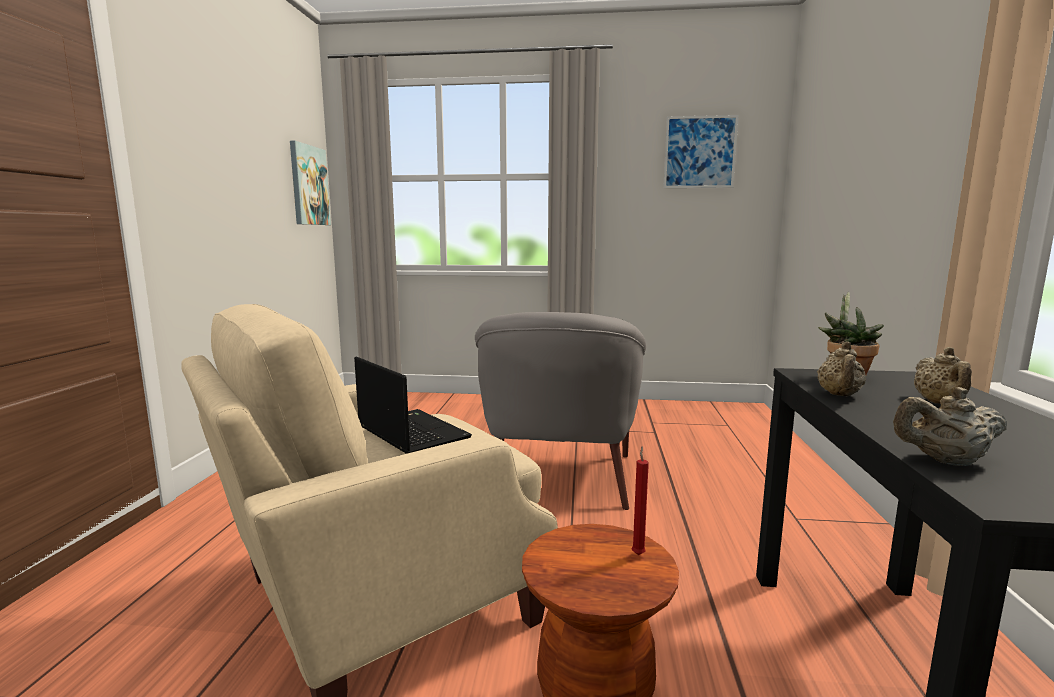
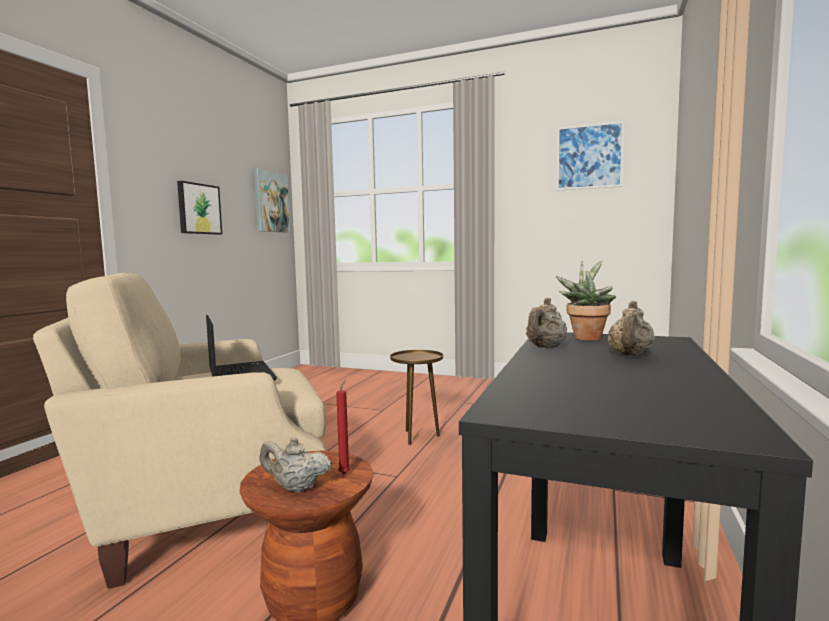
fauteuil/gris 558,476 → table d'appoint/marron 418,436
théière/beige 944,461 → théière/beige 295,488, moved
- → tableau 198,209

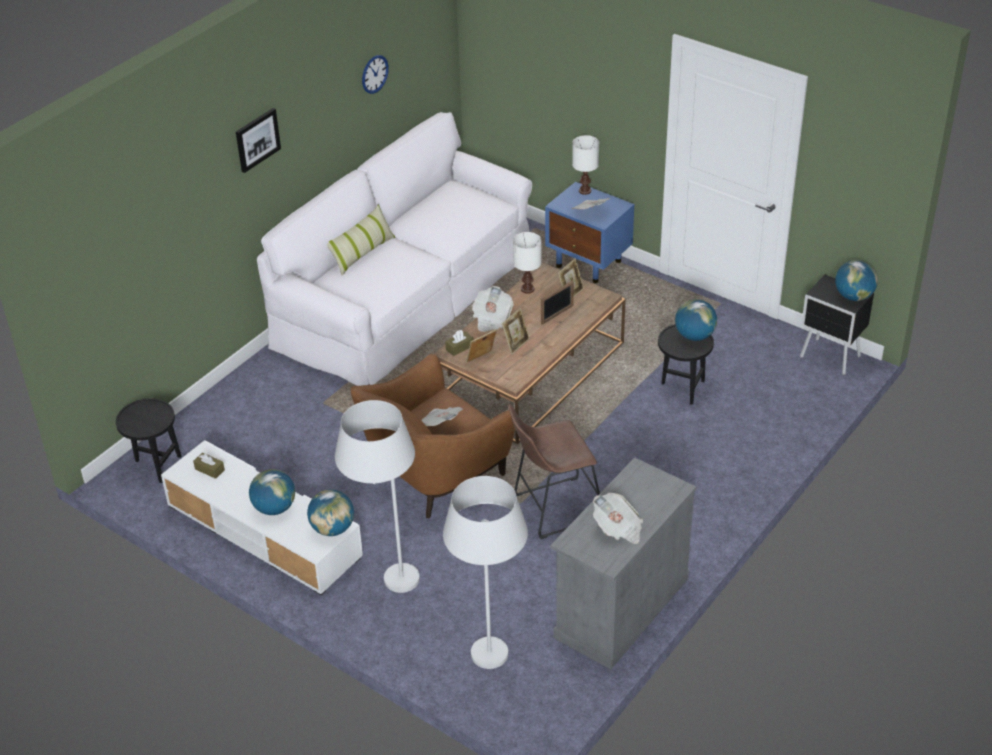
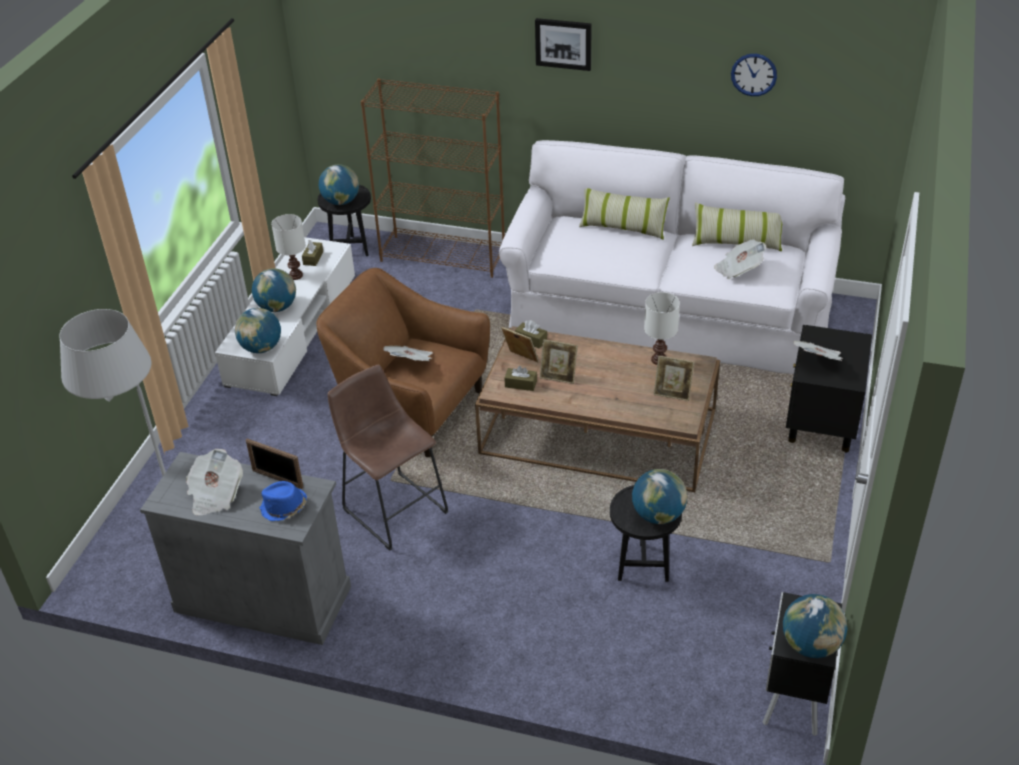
lampe de table/blanc 585,191 → lampe de table/blanc 296,276, moved
table de chevet/bleu 589,264 → table de chevet/noir 821,428
cadre photo 557,315 → cadre photo 277,479, moved
journal 491,319 → journal 738,269, moved
lampadaire/blanc 389,591 → -
- → bibliothèque/marron 443,256
- → globe 341,201
- → coussin 736,243
- → boîte à mouchoirs/marron 520,384
- → chapeau/bleu 284,507

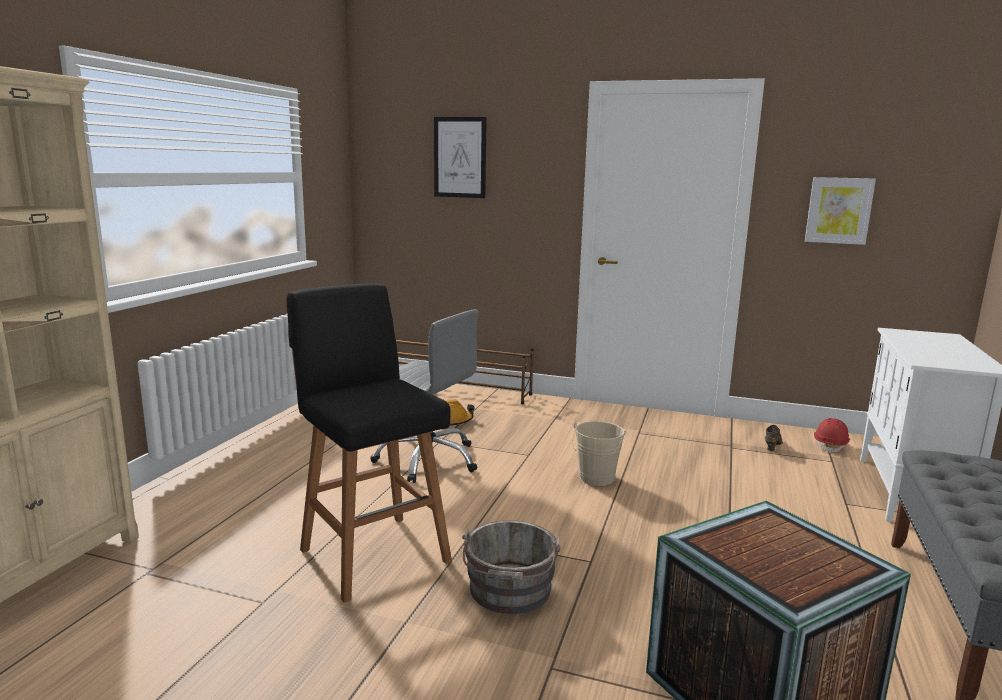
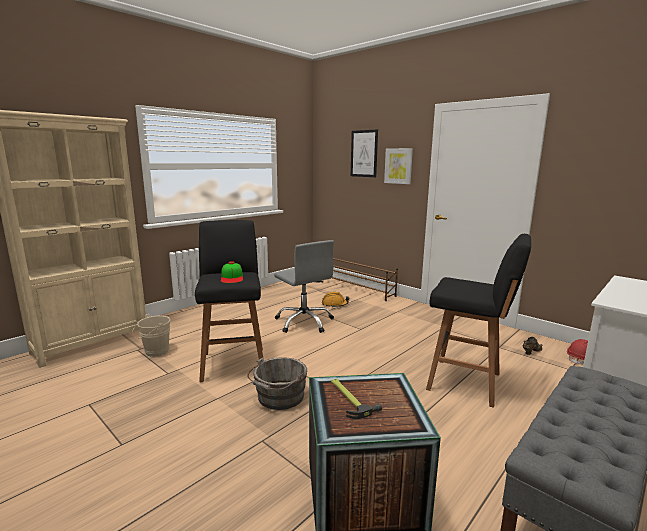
tableau 838,210 → tableau 398,166, moved
seau/beige 595,479 → seau/beige 154,352, moved
- → tabouret/noir 467,382
- → casquette 232,277
- → marteau 349,399

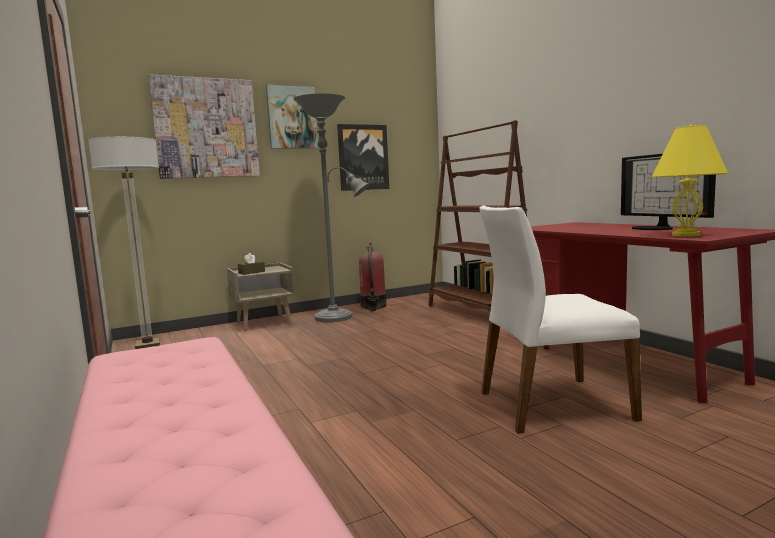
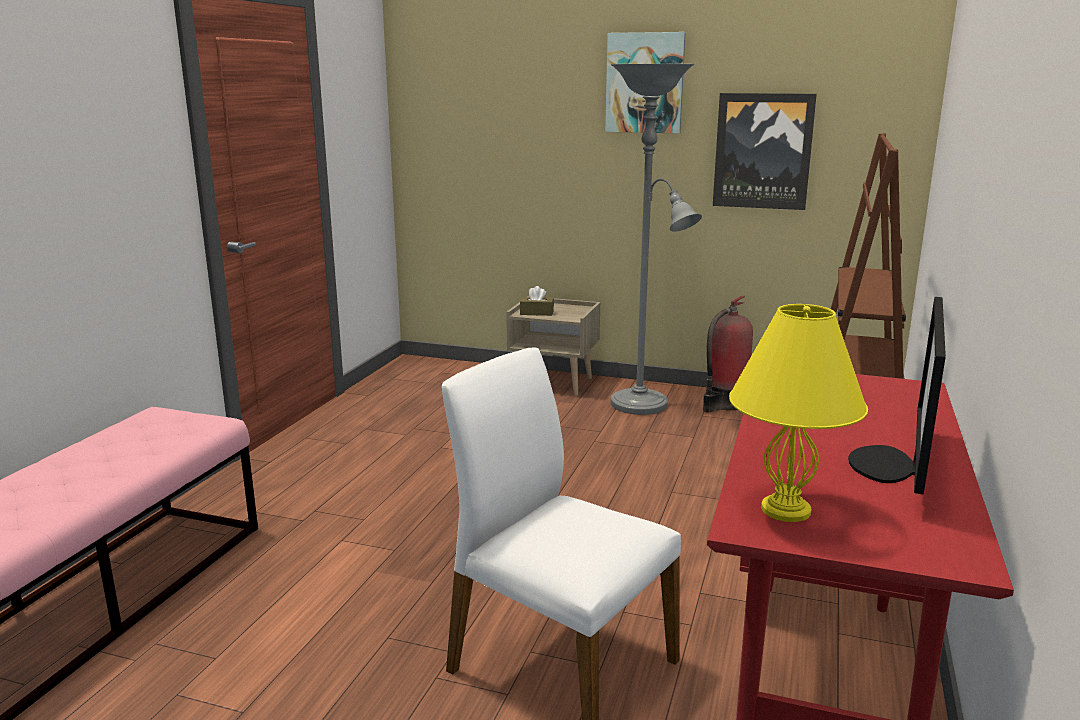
tableau 206,128 → -
lampadaire 147,344 → -

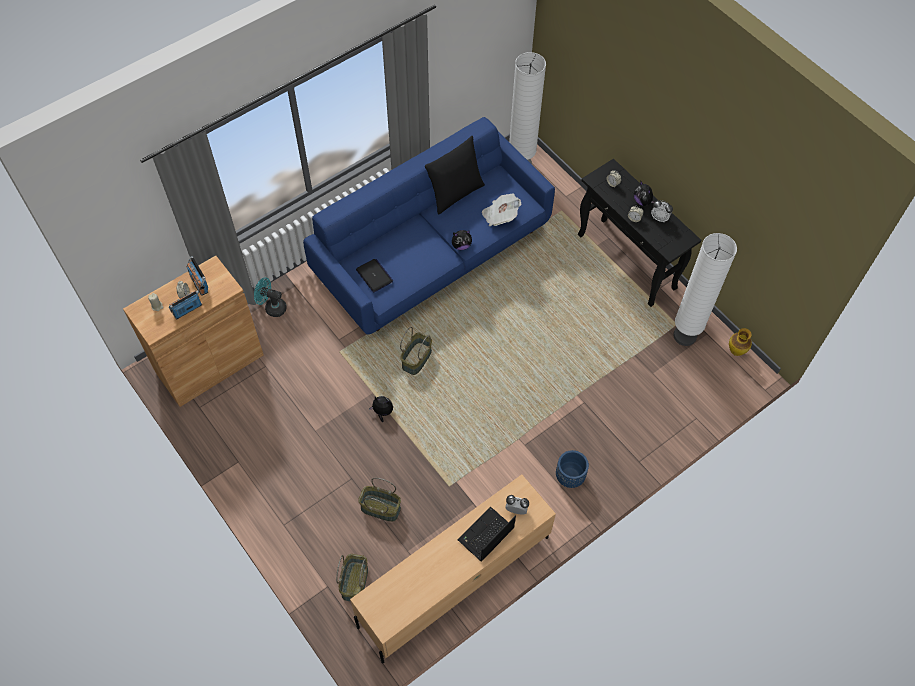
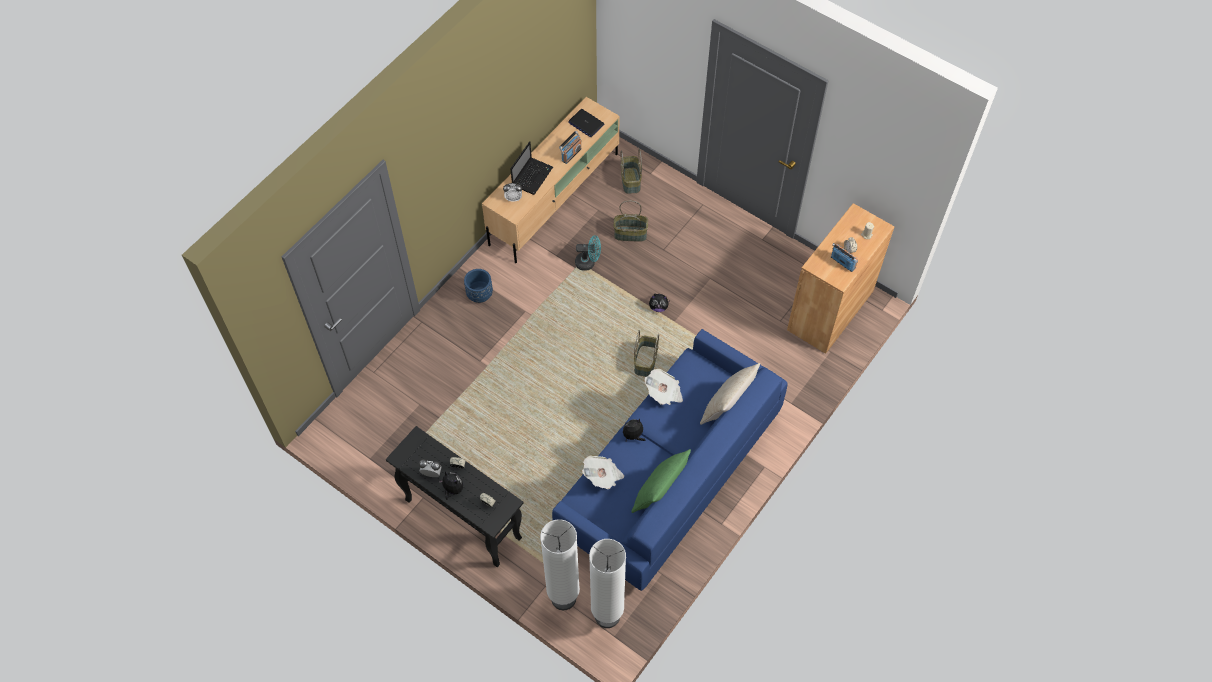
coussin/noir 455,193 → coussin/vert 659,493
lampadaire/blanc 685,336 → lampadaire/blanc 563,598, moved
ordinateur portable 374,276 → ordinateur portable 586,123, moved
ventilateur/turquoise 272,307 → ventilateur/turquoise 588,262, moved
radio 187,310 → radio 571,154, moved
vase 736,351 → -
- → coussin/beige 727,407
- → journal 664,393

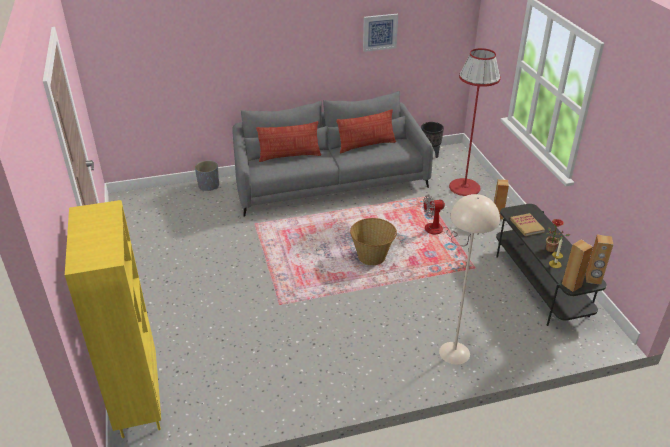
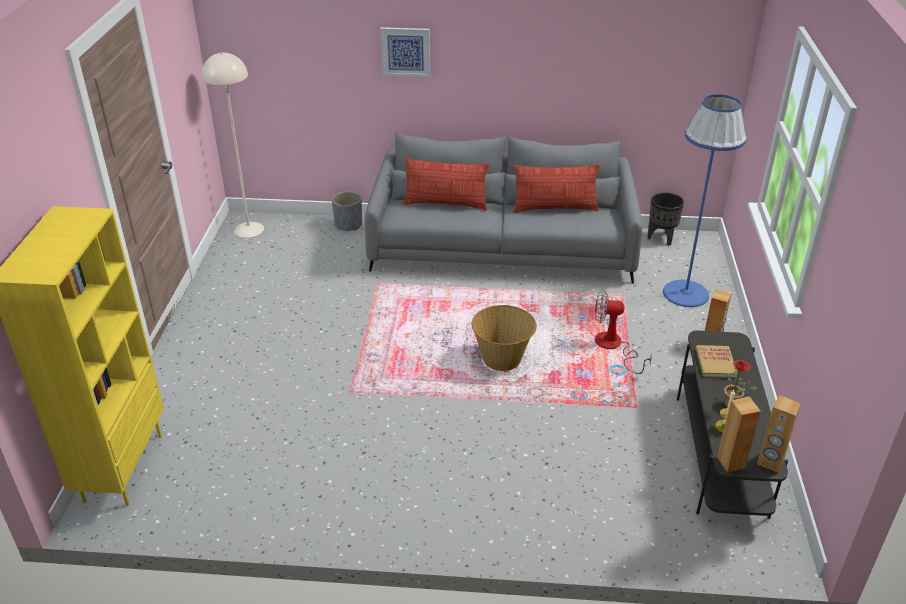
tableau 380,32 → tableau 405,51, moved
lampadaire/rouge 464,187 → lampadaire/bleu 686,293
lampadaire/beige 454,353 → lampadaire/beige 248,229, moved

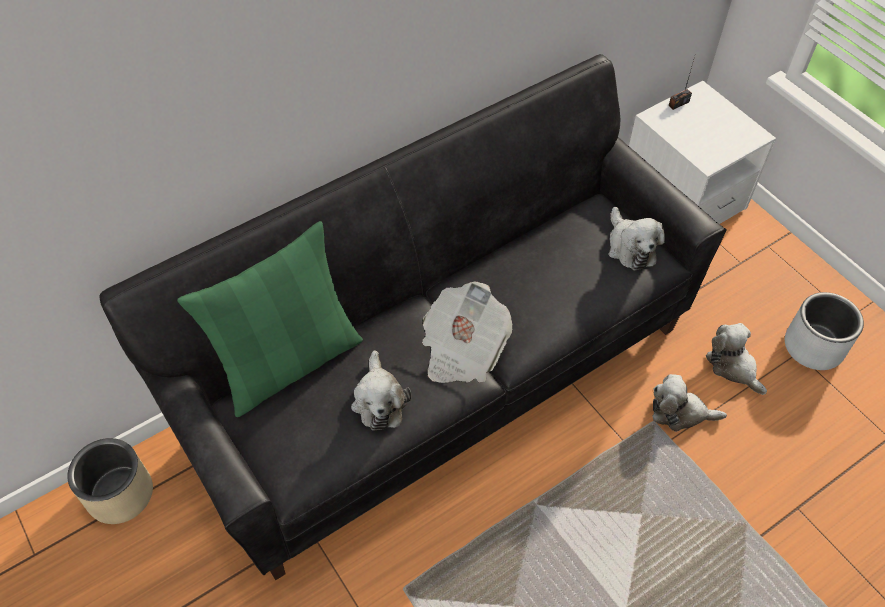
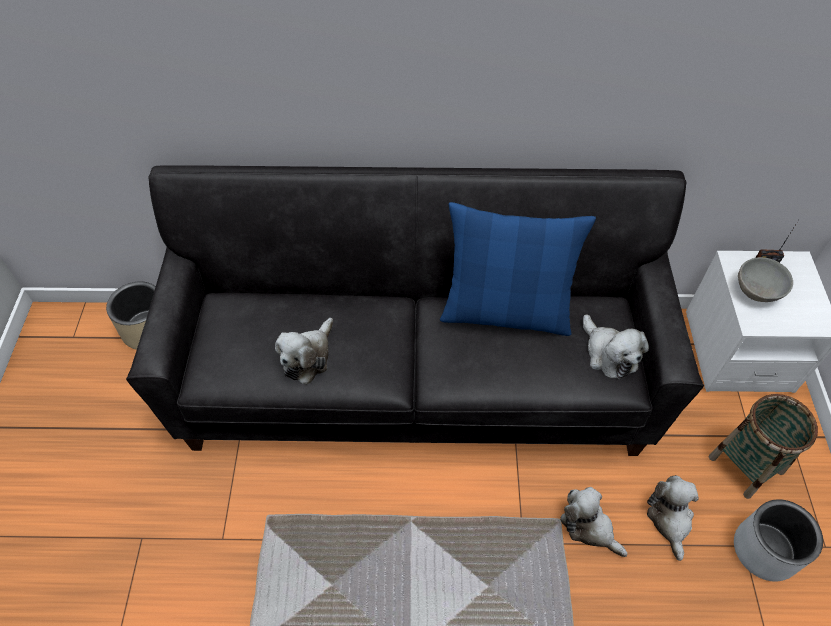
peluche 630,247 → peluche 608,354, 45 degrees counterclockwise
coussin/vert 289,362 → -
journal 462,349 → -
- → coussin/bleu 506,312
- → bol/gris 757,292
- → panier 746,464

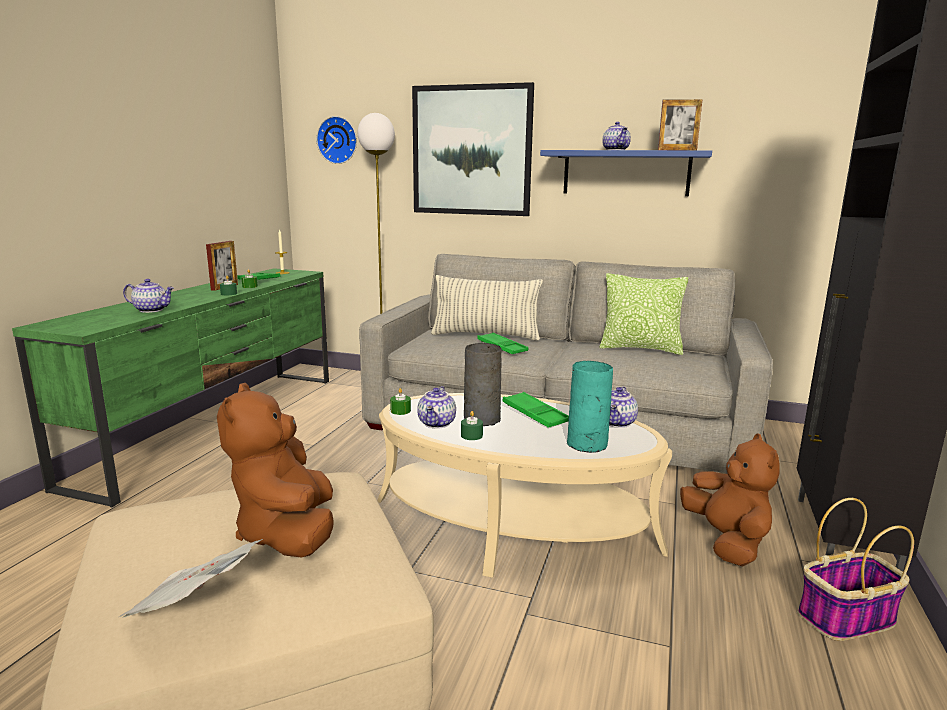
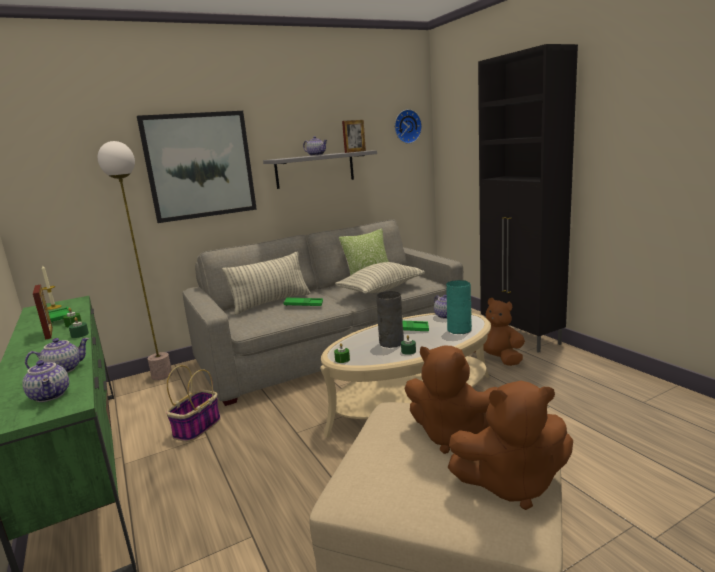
horloge murale 338,140 → horloge murale 406,126, moved
étagère/bleu 626,173 → étagère/gris 315,169
théière 437,424 → théière 51,395, moved
panier 845,619 → panier 197,428, moved
journal 196,608 → peluche/marron 511,483
- → coussin 381,289

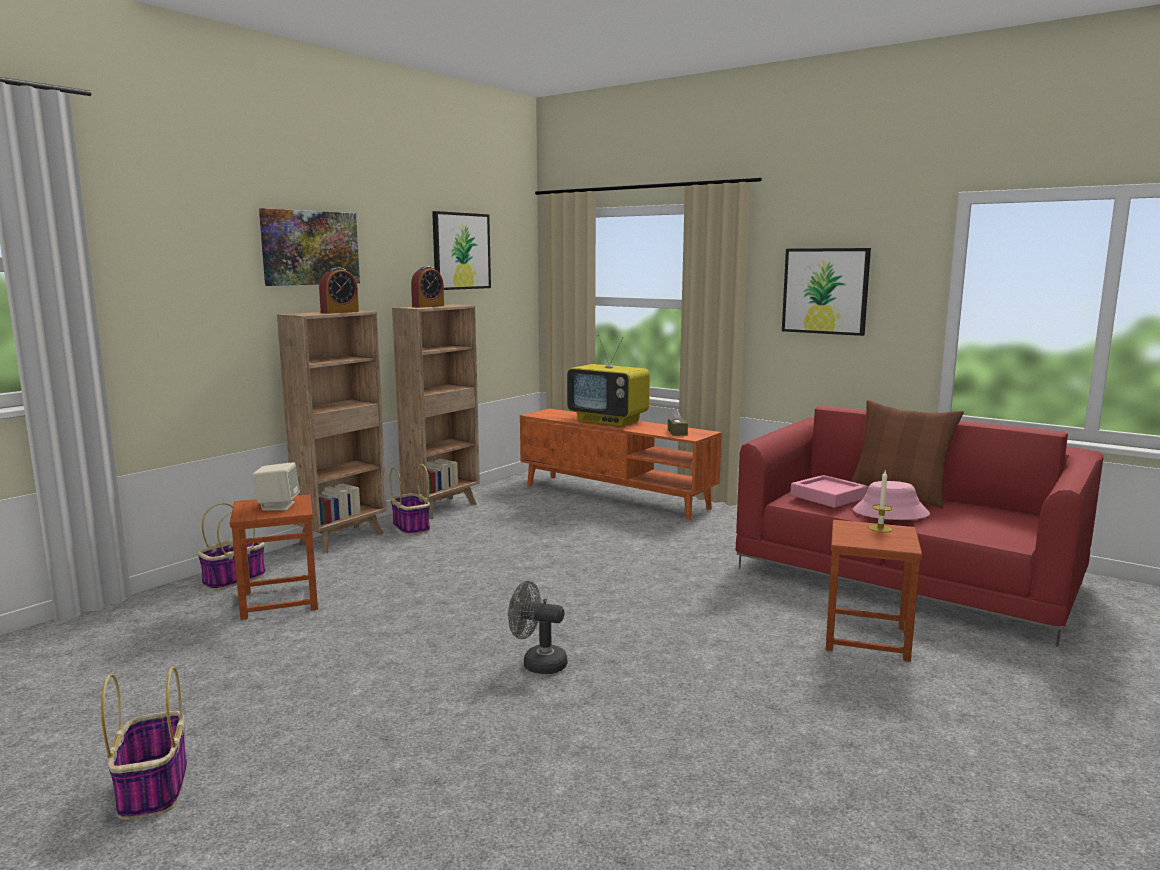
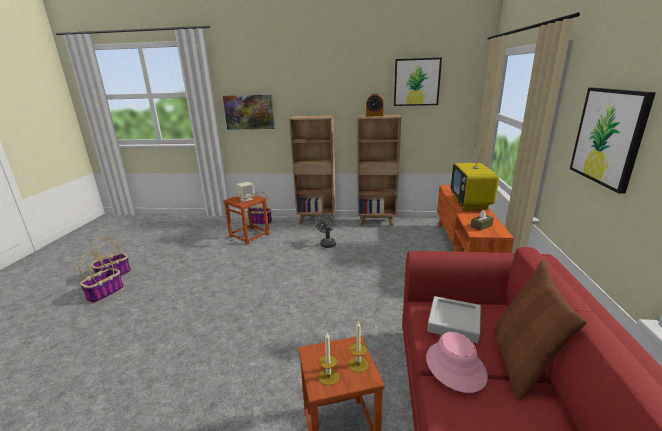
tableau 310,248 → tableau 249,112, moved
réveil 340,312 → -
panier 410,527 → panier 105,293, moved
plateau/rose 828,497 → plateau/gris 454,322
ventilateur/gris 537,663 → ventilateur/gris 327,243, moved
- → bougie 328,376

